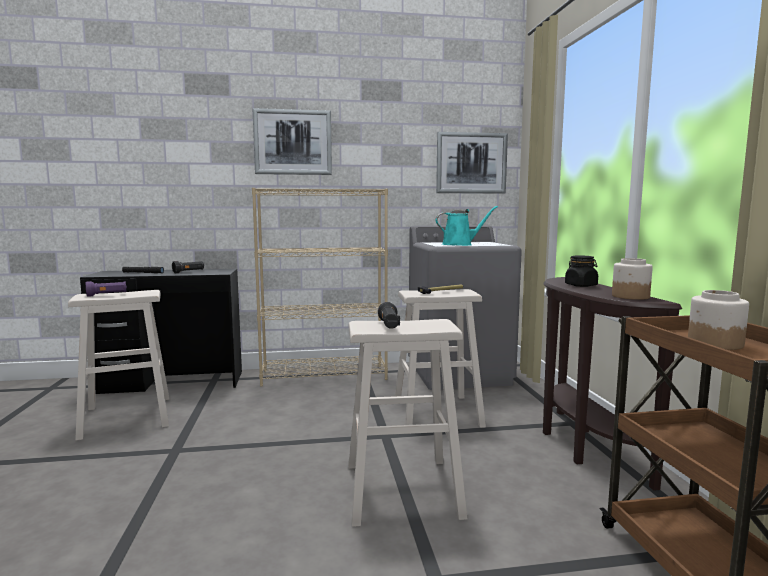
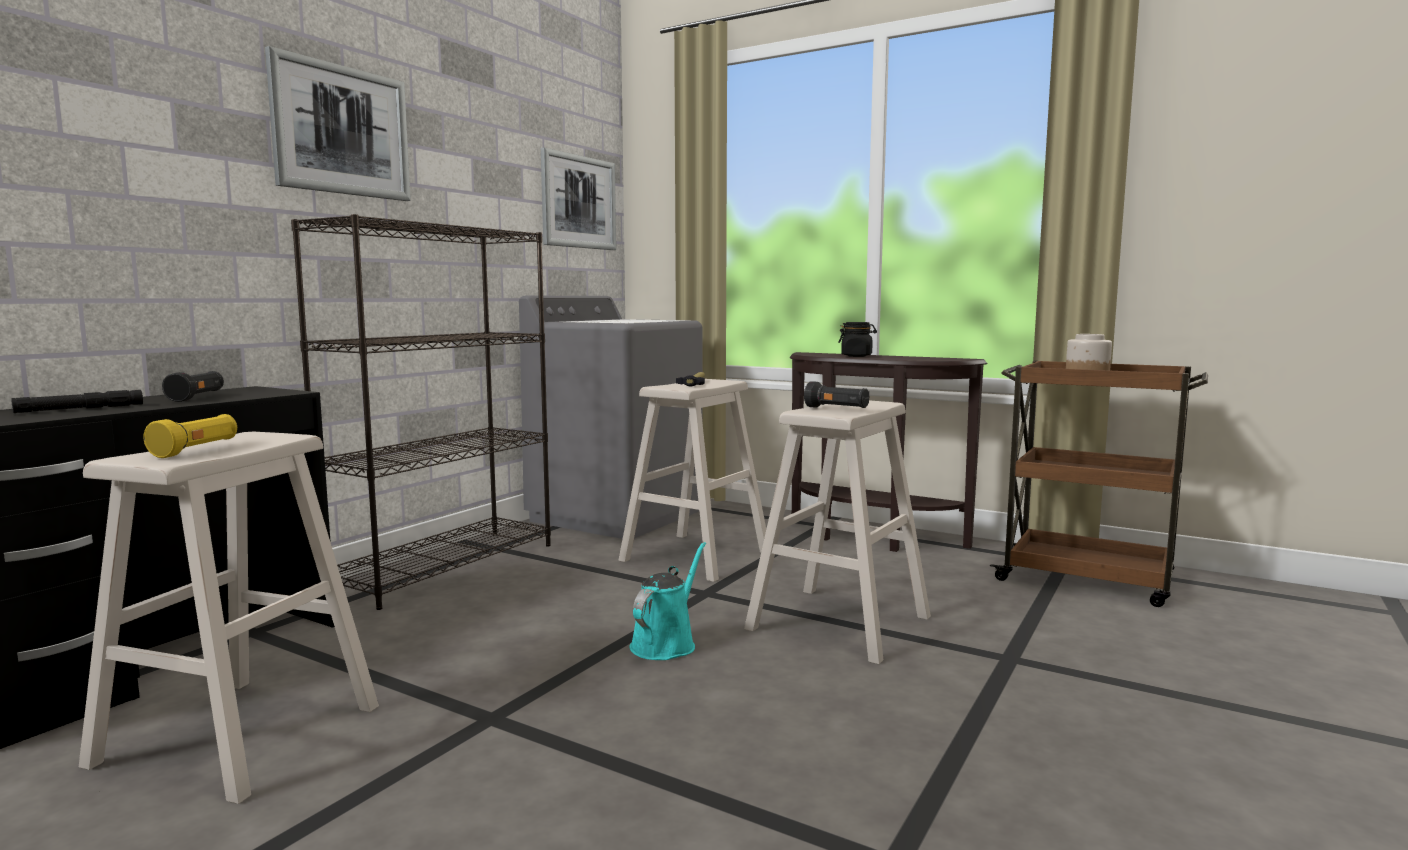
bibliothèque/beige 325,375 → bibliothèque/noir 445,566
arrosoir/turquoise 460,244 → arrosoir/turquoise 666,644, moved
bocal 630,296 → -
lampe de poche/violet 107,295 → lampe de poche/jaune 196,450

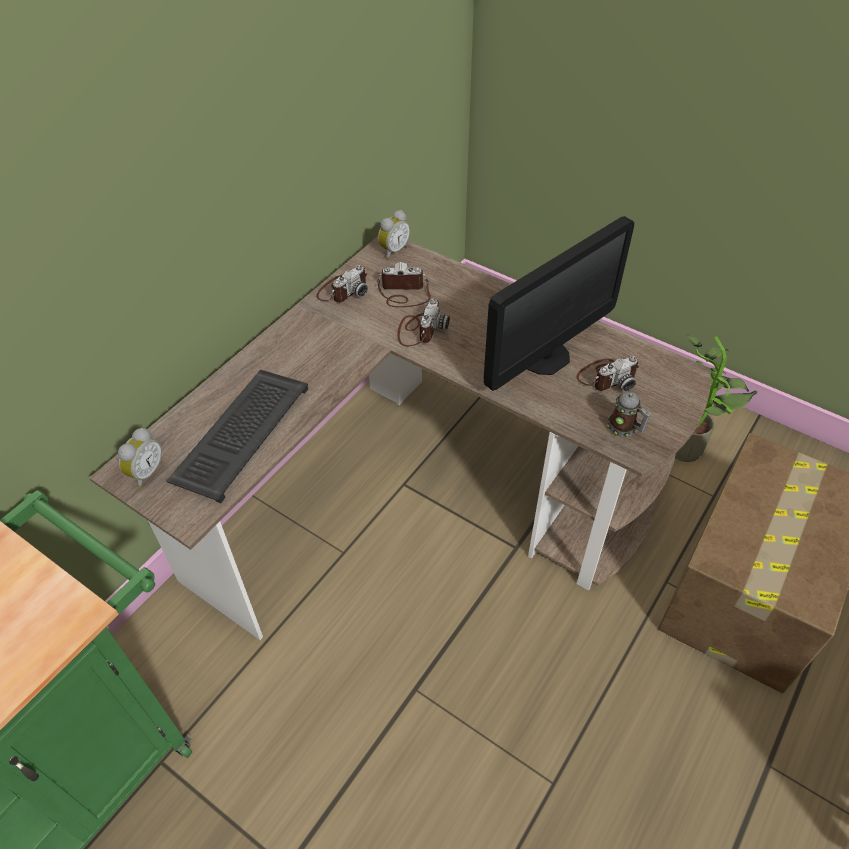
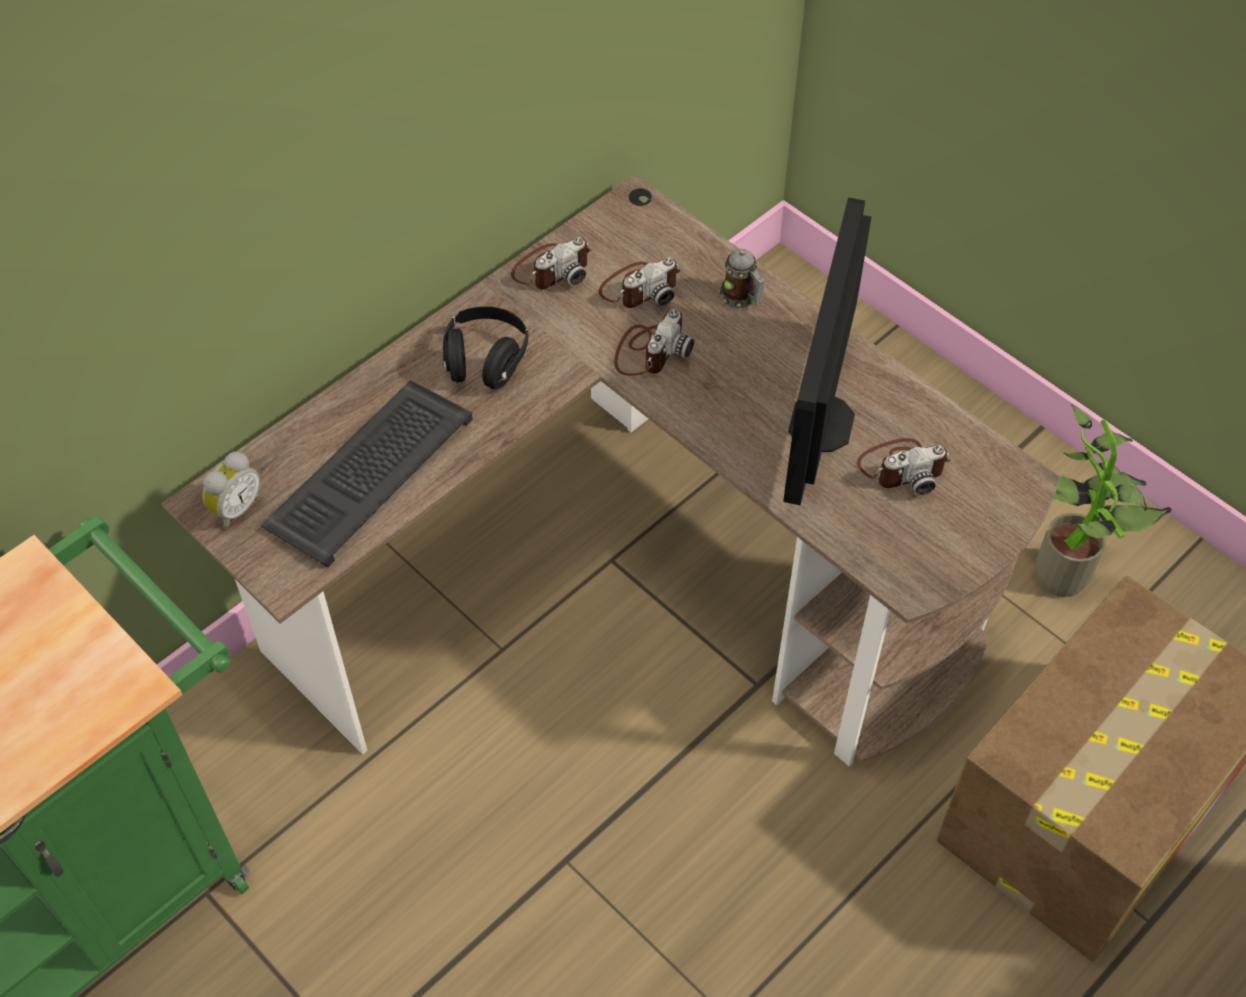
réveil 393,250 → -
écran d'ordinateur 545,357 → écran d'ordinateur 821,423, 135 degrees clockwise
appareil photo 404,293 → appareil photo 639,288, 135 degrees clockwise
mug 625,428 → mug 742,298, moved
- → casque audio/noir 486,361

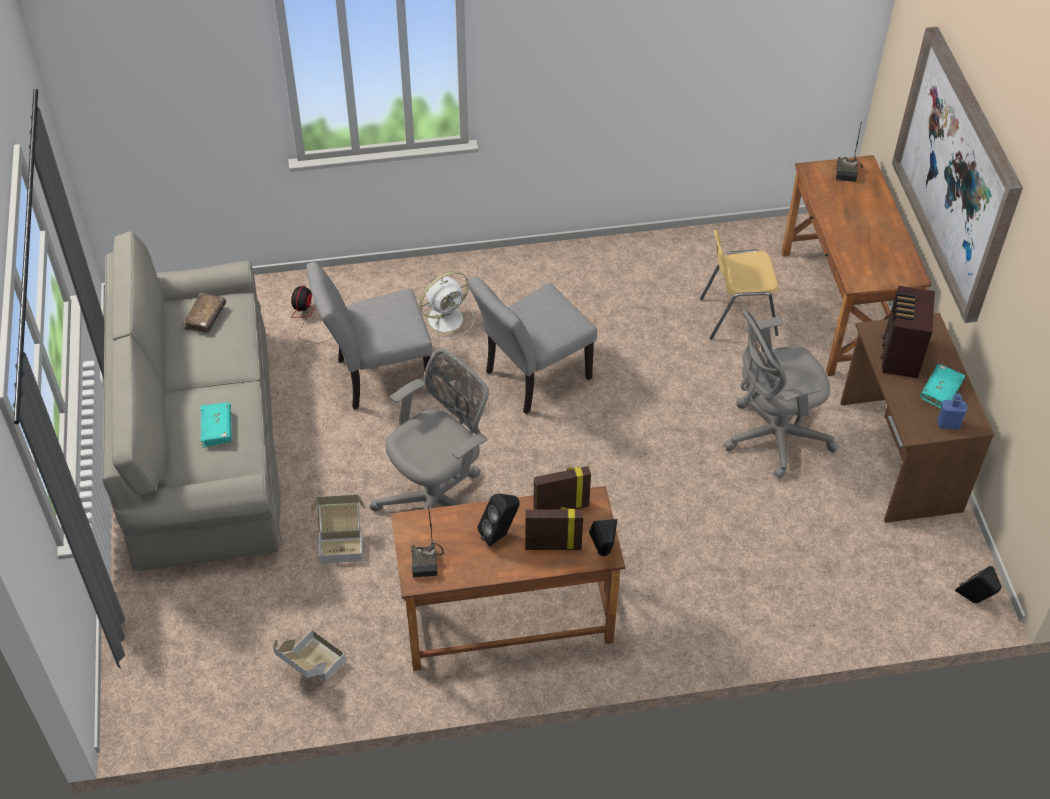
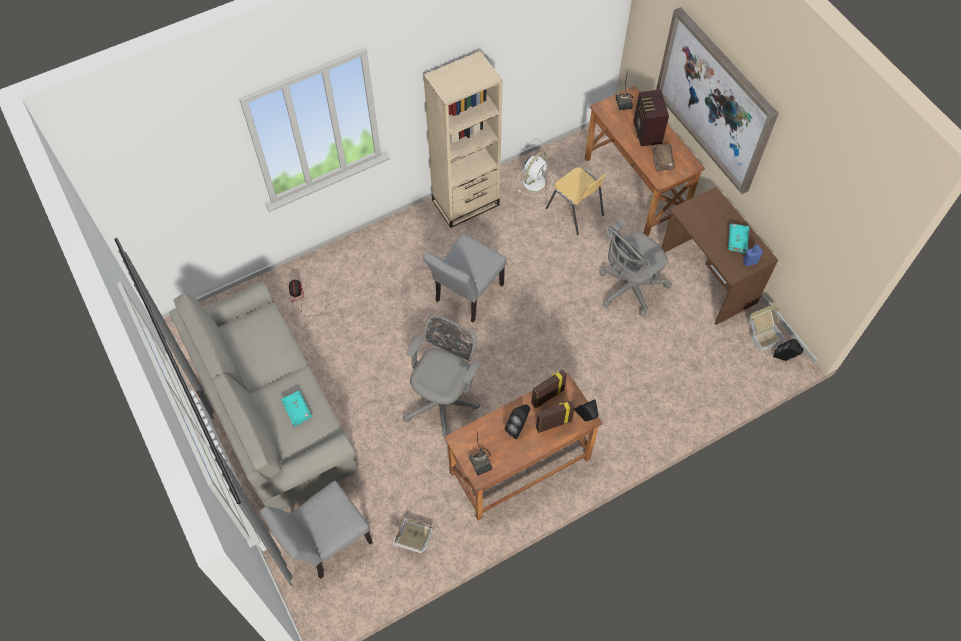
chaise/jaune 737,316 → chaise/jaune 575,212, 105 degrees counterclockwise
chaise/gris 376,377 → chaise/gris 326,543, moved
ventilateur/blanc 447,318 → ventilateur/blanc 534,181, moved
radio 899,356 → radio 647,133, moved
livre/marron 205,317 → livre/marron 662,160, moved
carton 341,540 → carton 762,334, moved
- → bibliothèque/beige 465,202

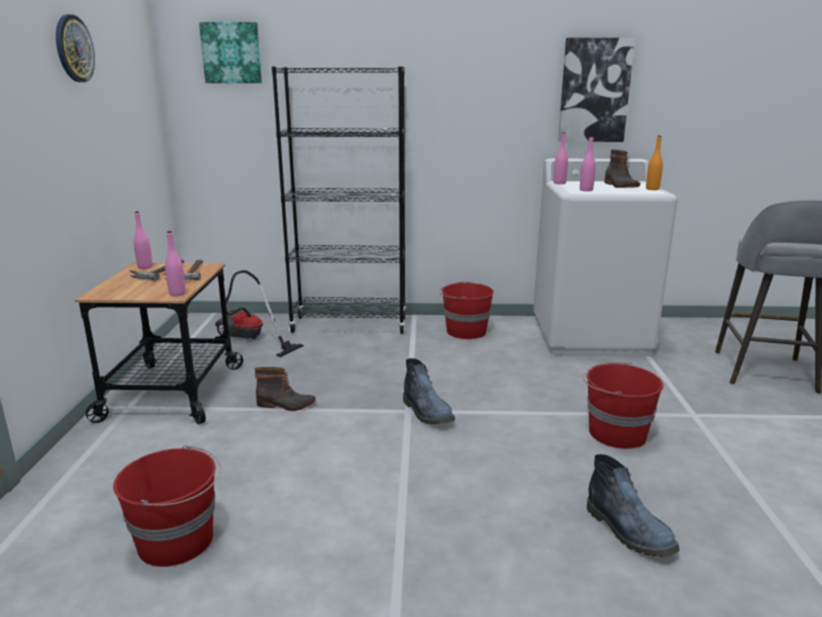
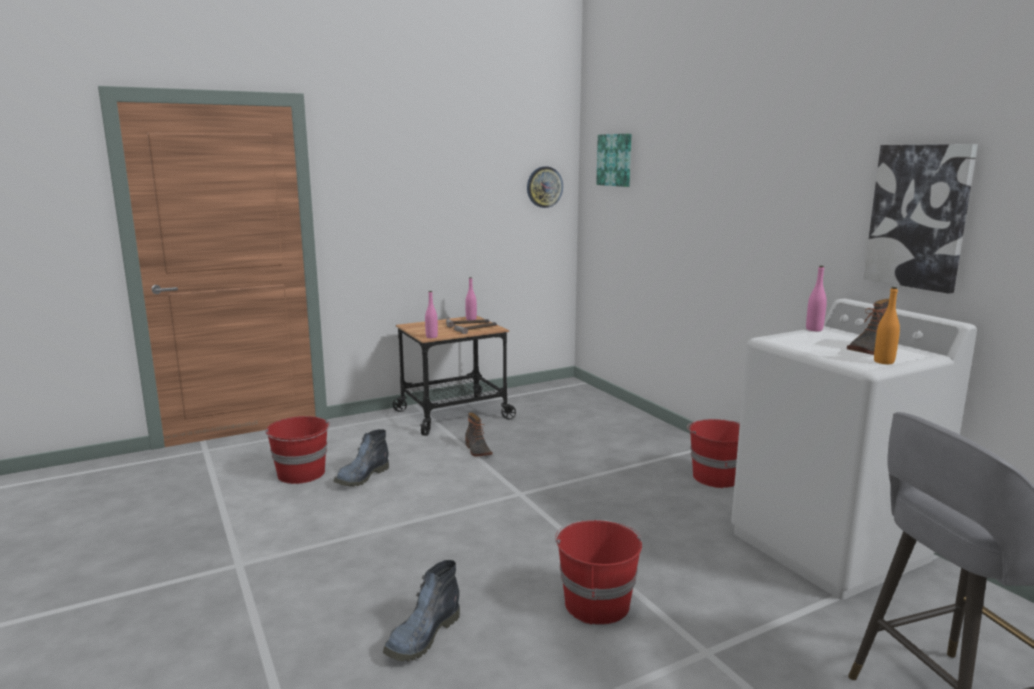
horloge murale 73,49 → horloge murale 544,187, moved
bibliothèque/noir 350,325 → -
bouteille/rose 586,190 → -
aspirateur 249,340 → -
botte 428,413 → botte 362,477, moved

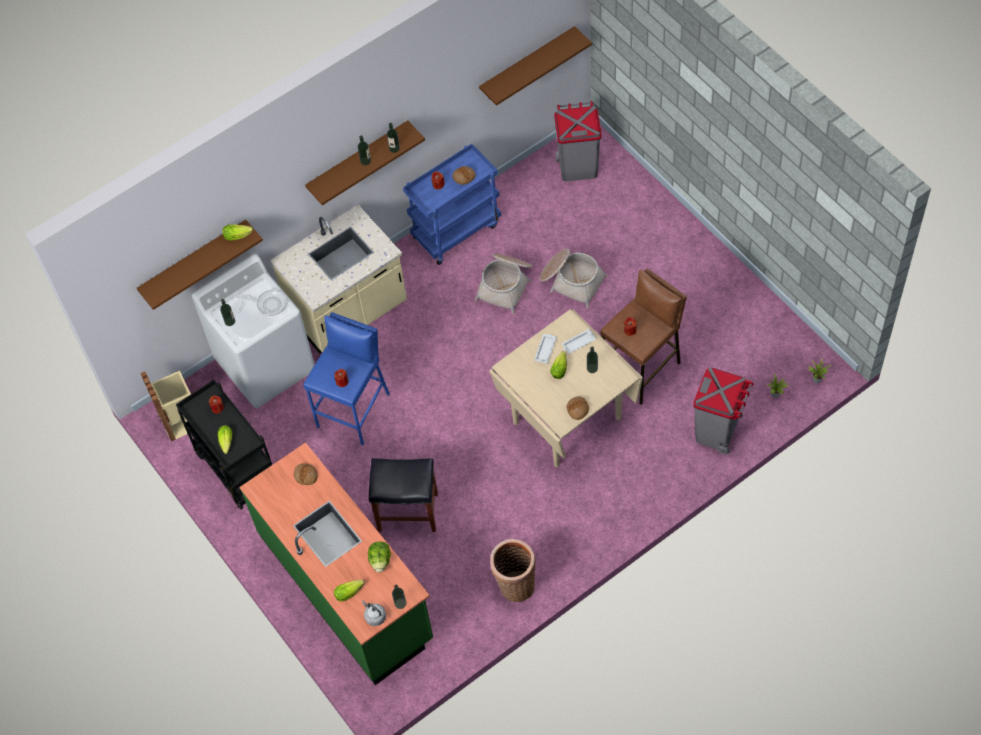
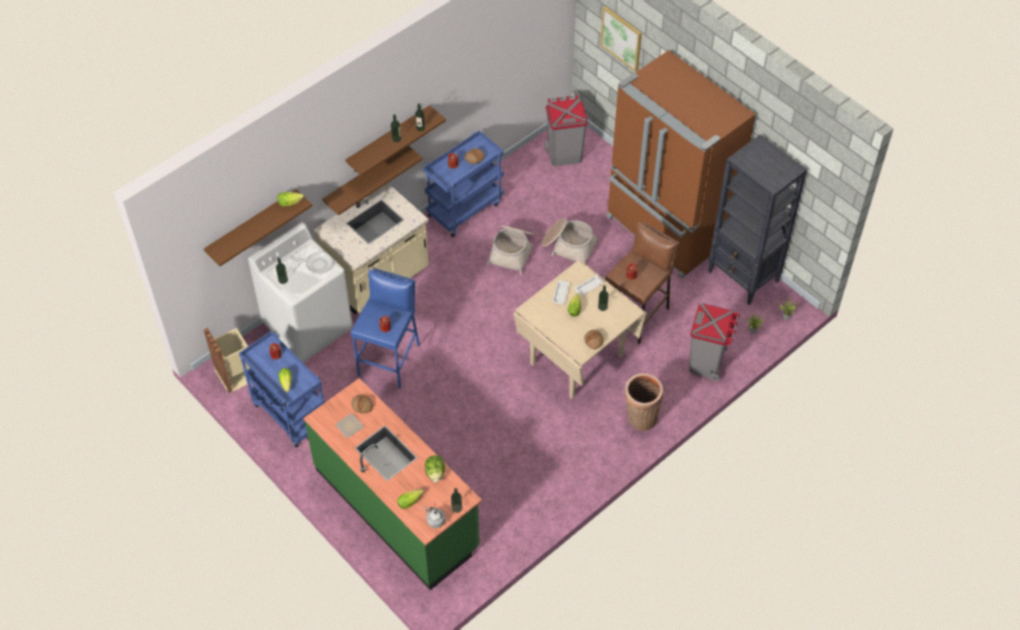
étagère/marron 527,64 → étagère/marron 365,178, moved
chariot/noir 236,468 → chariot/bleu 289,413
tabouret/noir 407,512 → -
panier 514,585 → panier 640,417, moved
- → tableau 622,38
- → réfrigérateur/marron 666,231
- → bibliothèque/noir 743,277
- → assiette 349,427

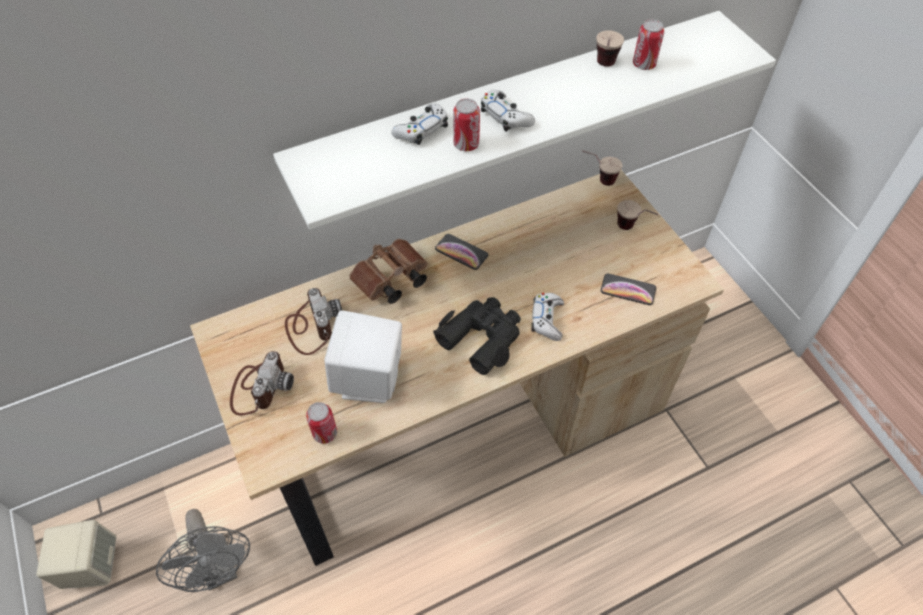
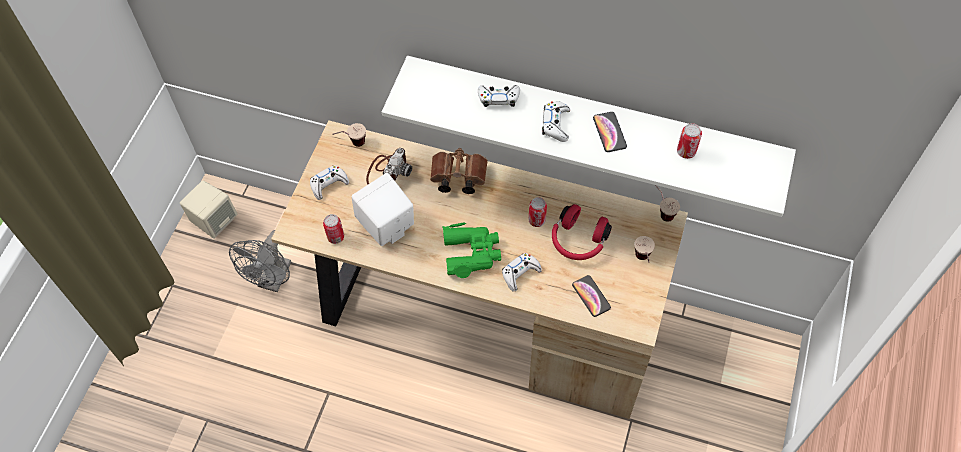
tasse 604,68 → tasse 351,145, moved
boîte métallique 466,144 → boîte métallique 537,220, moved
téléphone 461,252 → téléphone 609,132, moved
jumelles/noir 482,337 → jumelles/vert 471,253
appareil photo 259,387 → manette/blanc 329,184
- → casque audio/rouge 578,241

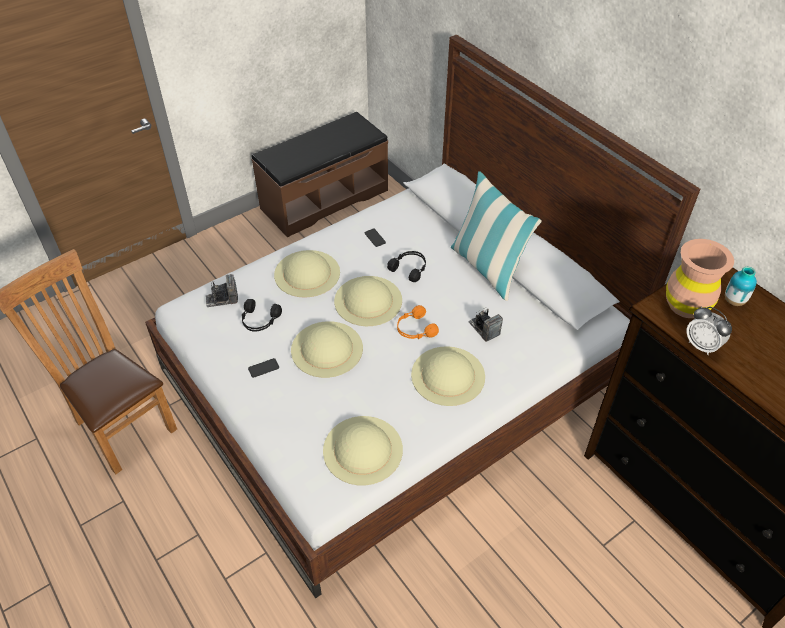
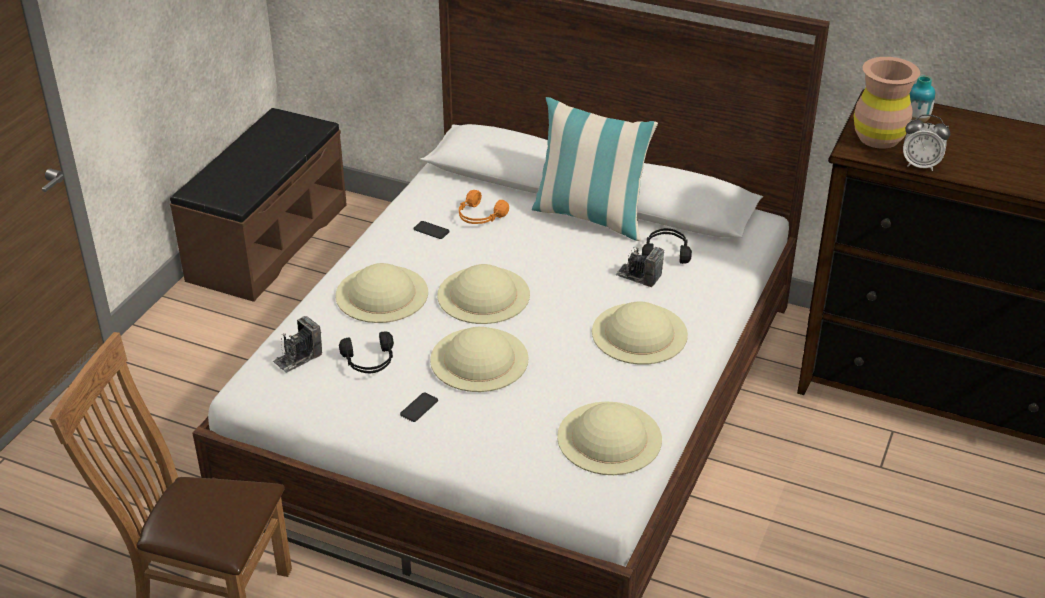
casque audio/noir 409,269 → casque audio/noir 666,252, moved
casque audio/orange 415,329 → casque audio/orange 479,217, moved

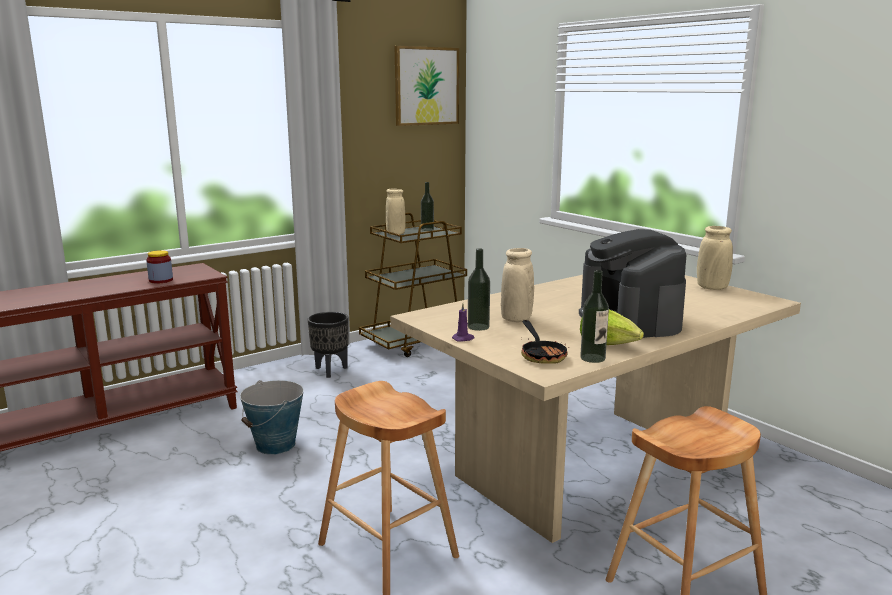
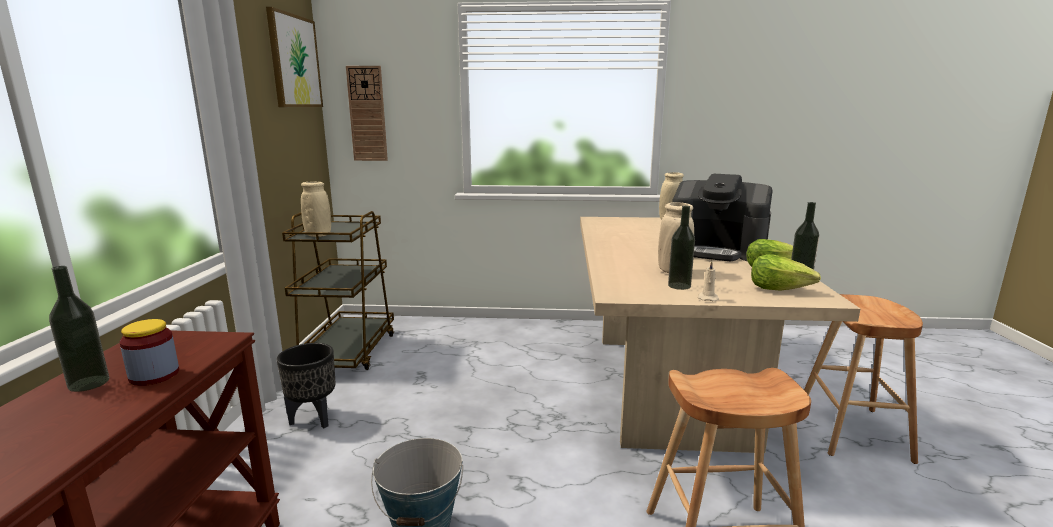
bouteille 427,229 → bouteille 88,383, moved
bougie/violet 463,339 → bougie/beige 707,298
poêle 541,355 → laitue 779,289
- → horloge murale 367,114

